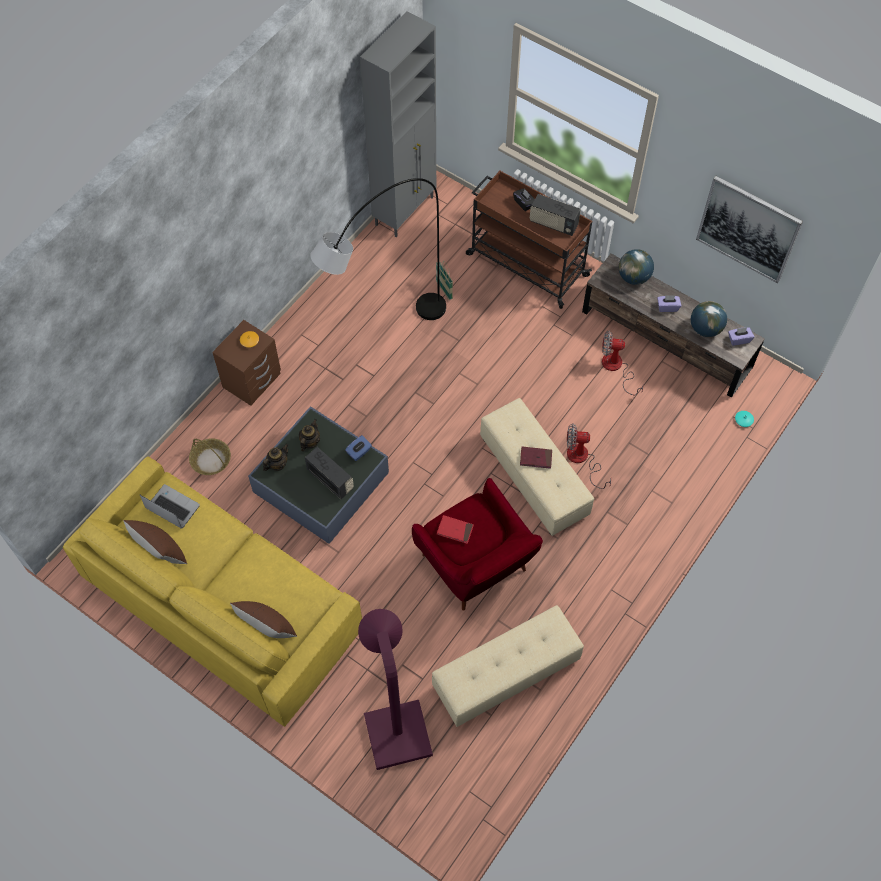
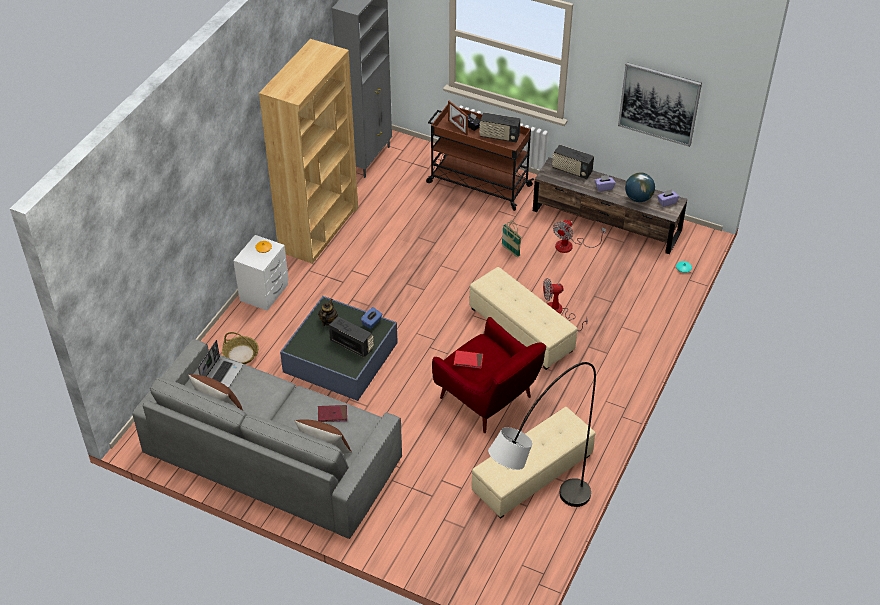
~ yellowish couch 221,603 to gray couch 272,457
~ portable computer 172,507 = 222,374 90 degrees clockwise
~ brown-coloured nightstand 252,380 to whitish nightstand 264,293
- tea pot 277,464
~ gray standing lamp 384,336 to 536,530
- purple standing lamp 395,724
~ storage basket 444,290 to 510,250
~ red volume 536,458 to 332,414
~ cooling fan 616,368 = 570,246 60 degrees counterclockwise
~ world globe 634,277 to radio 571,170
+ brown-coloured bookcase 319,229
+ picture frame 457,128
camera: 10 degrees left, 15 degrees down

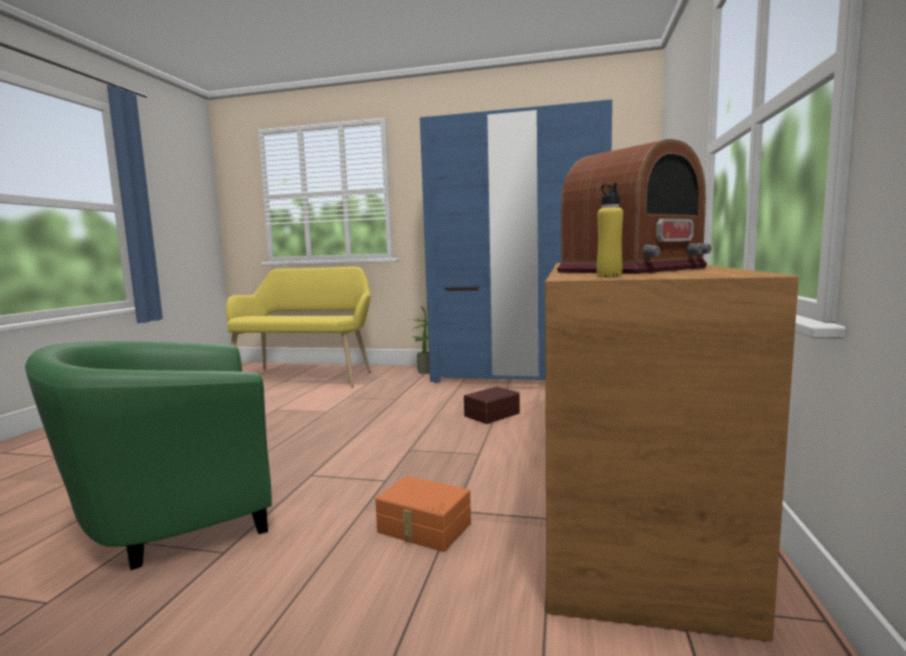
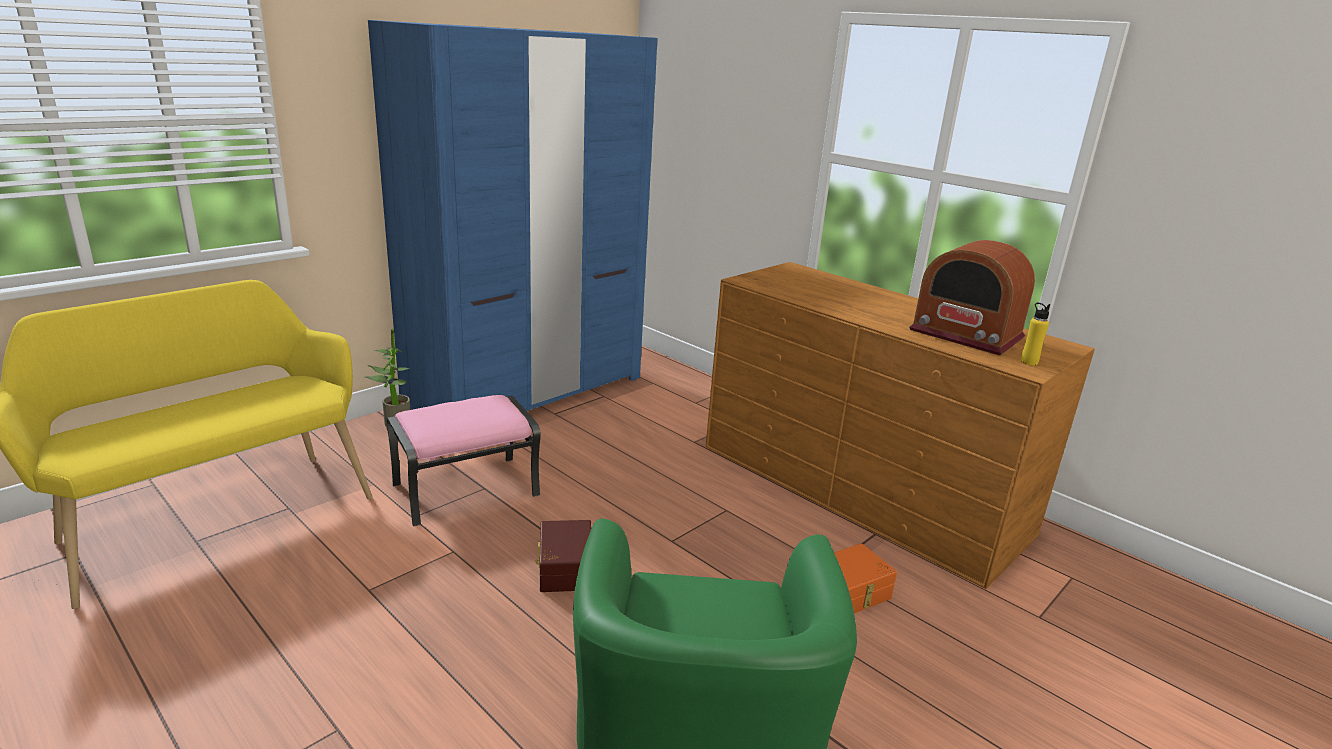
~ brown-coloured storage bin 491,414 to 564,568
~ radio 633,270 = 966,334 135 degrees clockwise
+ pinkish pouffe 467,489
camera: 60 degrees left, 15 degrees up

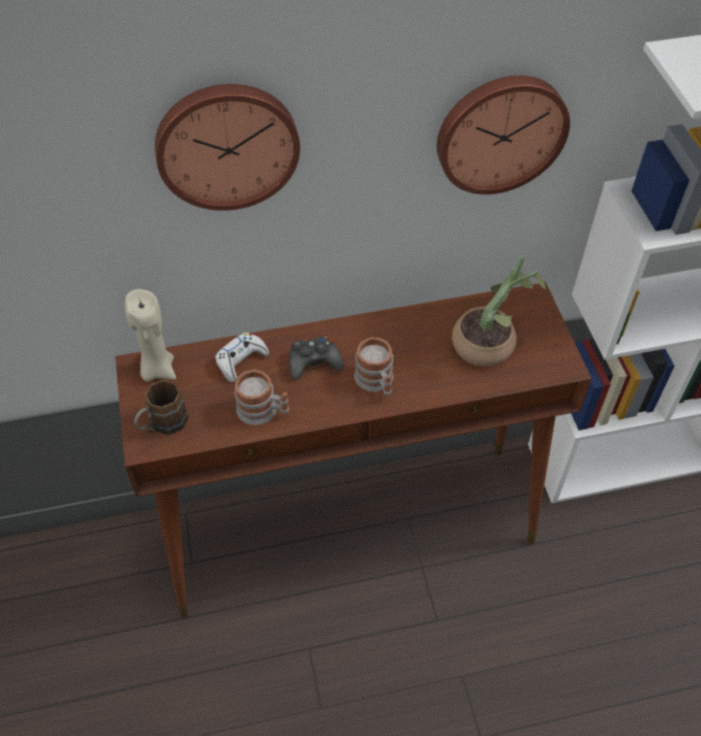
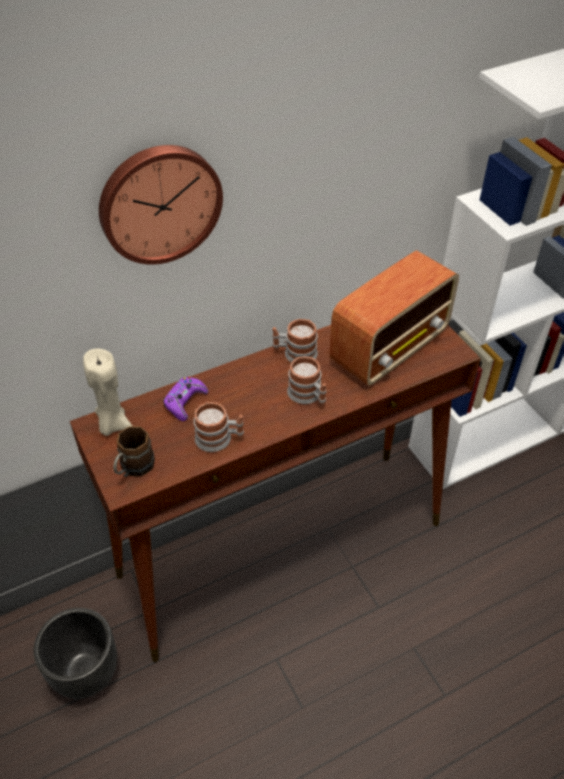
~ whitish joypad 241,360 to purple joypad 185,402
- blackish joypad 314,362
- wall clock 500,132
~ potted plant 490,343 to radio 390,347
+ blackish flower pot 85,673
+ coffee mug 295,353
camera: 15 degrees left, 5 degrees down

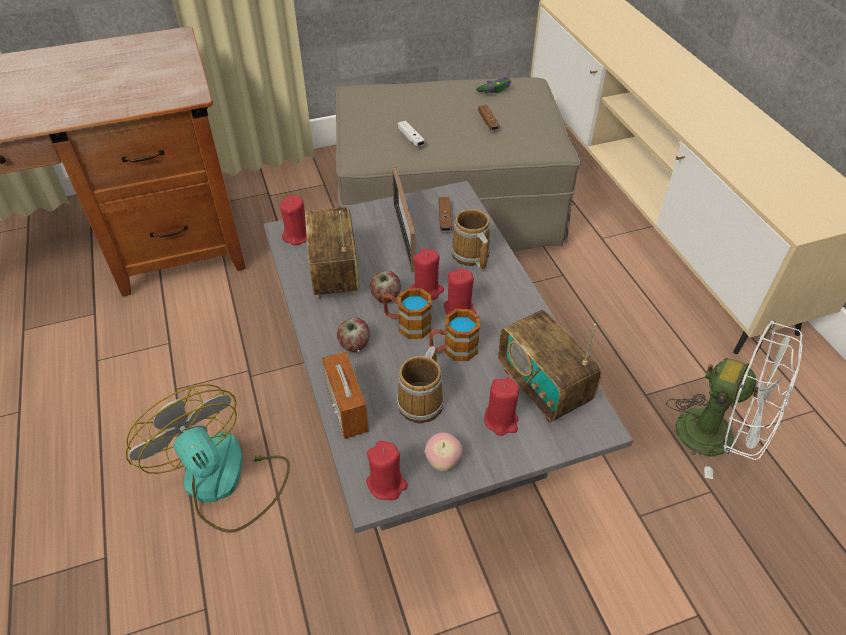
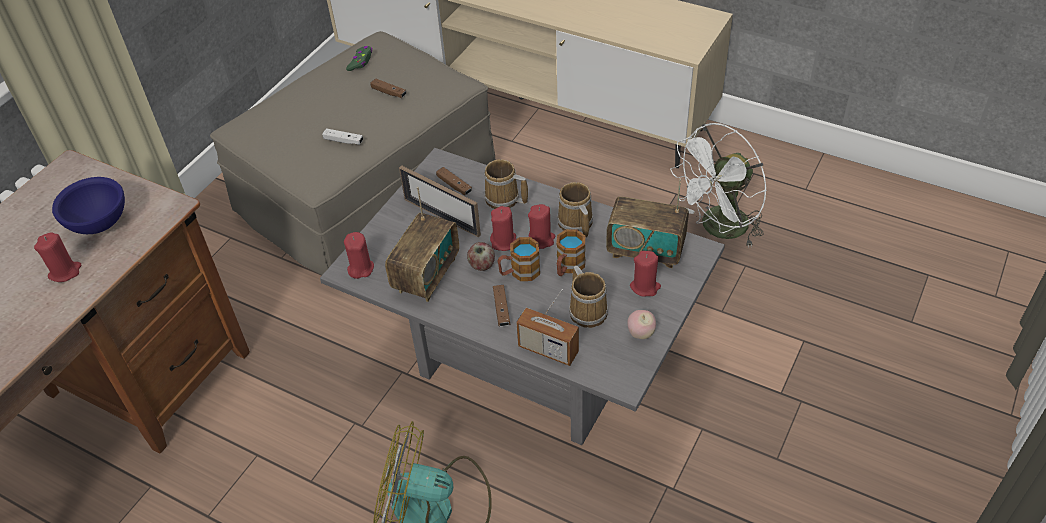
~ radio 335,274 = 426,275 105 degrees counterclockwise
~ whole apple 354,345 to brown-coloured joypad 501,309
~ red wax light 386,484 to 65,272
~ whitish cooling fan 718,437 = 718,230 150 degrees clockwise
+ blue-coloured serving bowl 98,224
+ coffee mug 575,224
camera: 40 degrees left, 0 degrees up

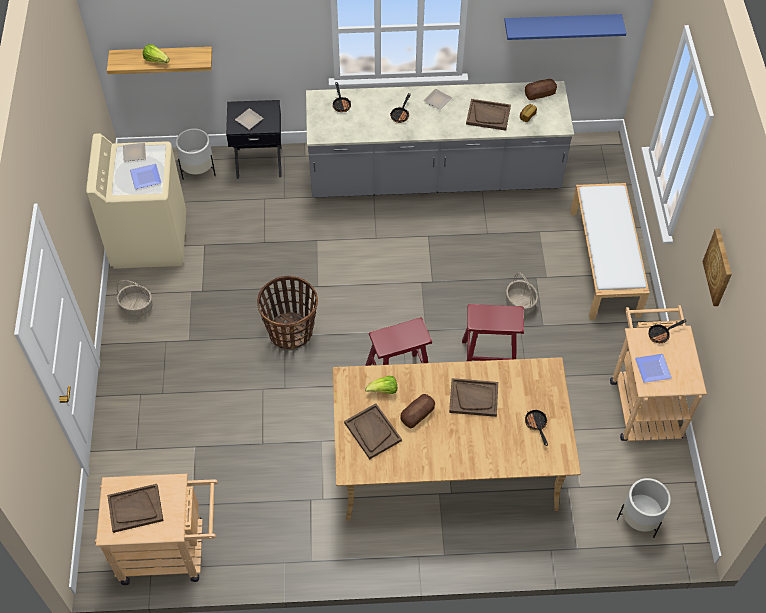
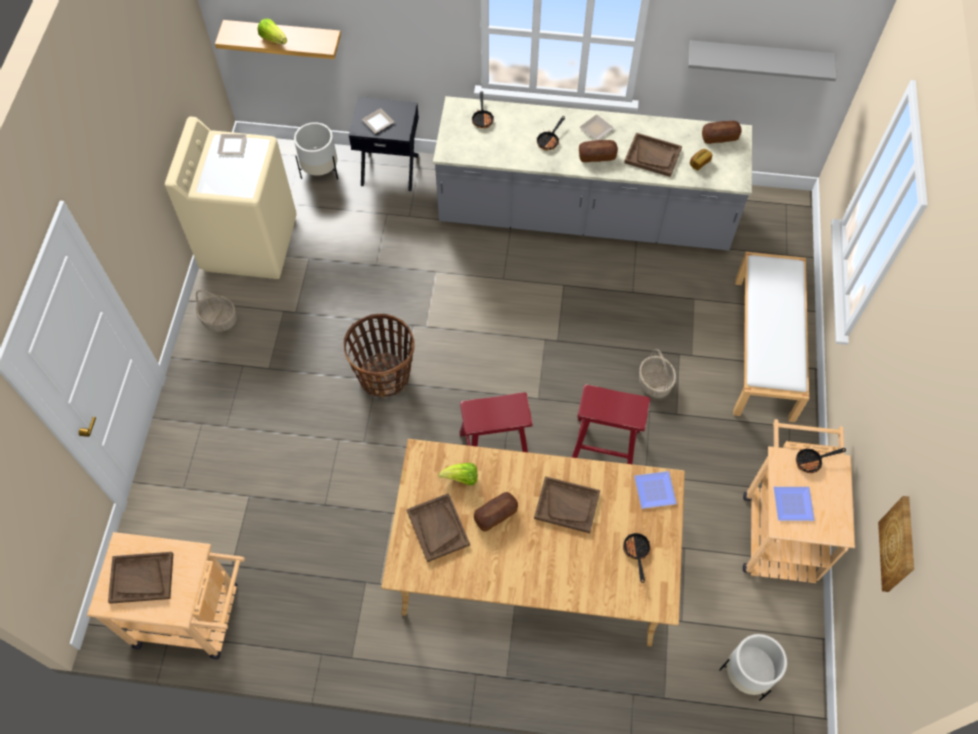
~ plate 144,177 to 653,489
~ blue-coloured shelf 561,26 to gray shelf 758,59
~ picture 719,267 to 899,545
+ baked bread 597,156
camera: 10 degrees right, 5 degrees up

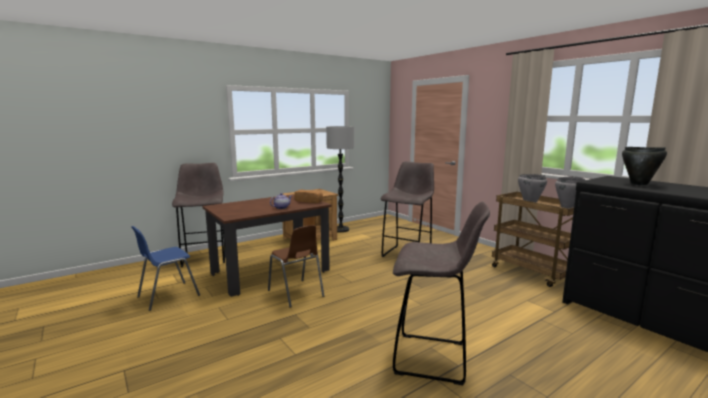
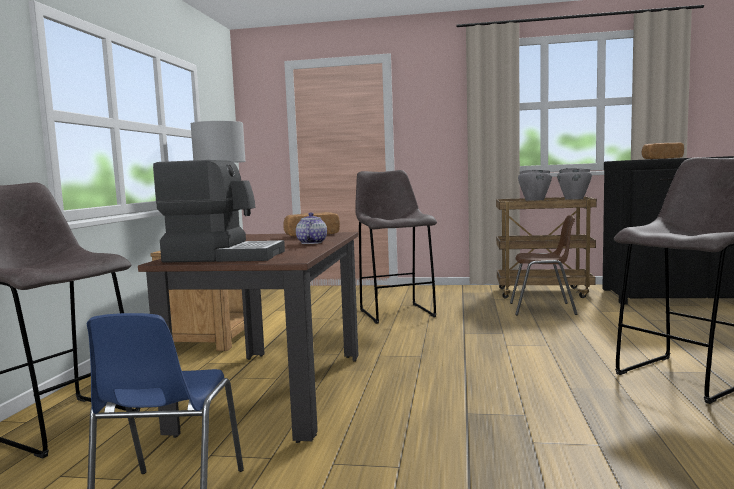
~ brown-coloured chair 296,293 to 543,309
~ blackish cooking pot 639,184 to baked bread 661,158
+ coffee machine 224,256
camera: 45 degrees left, 5 degrees down

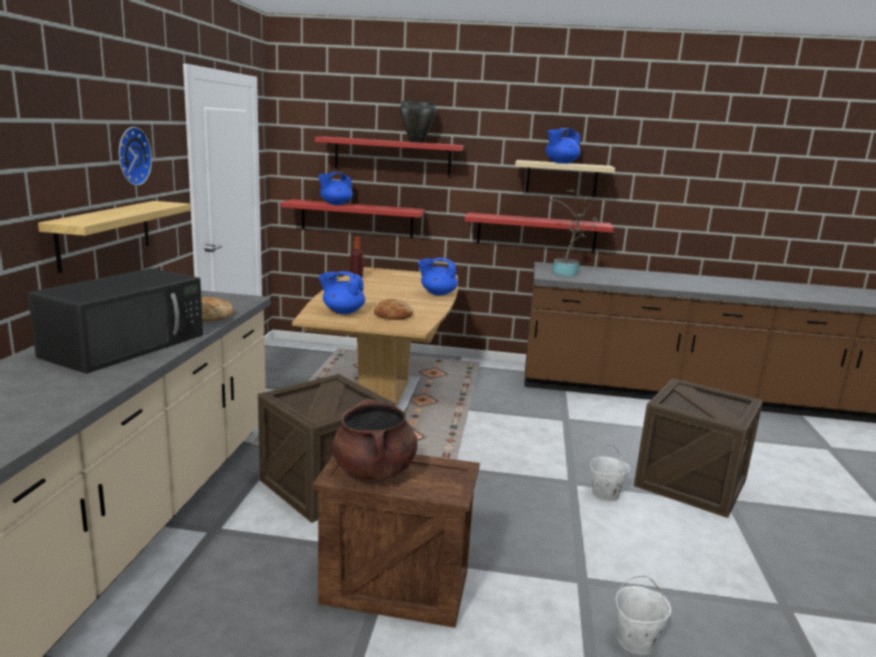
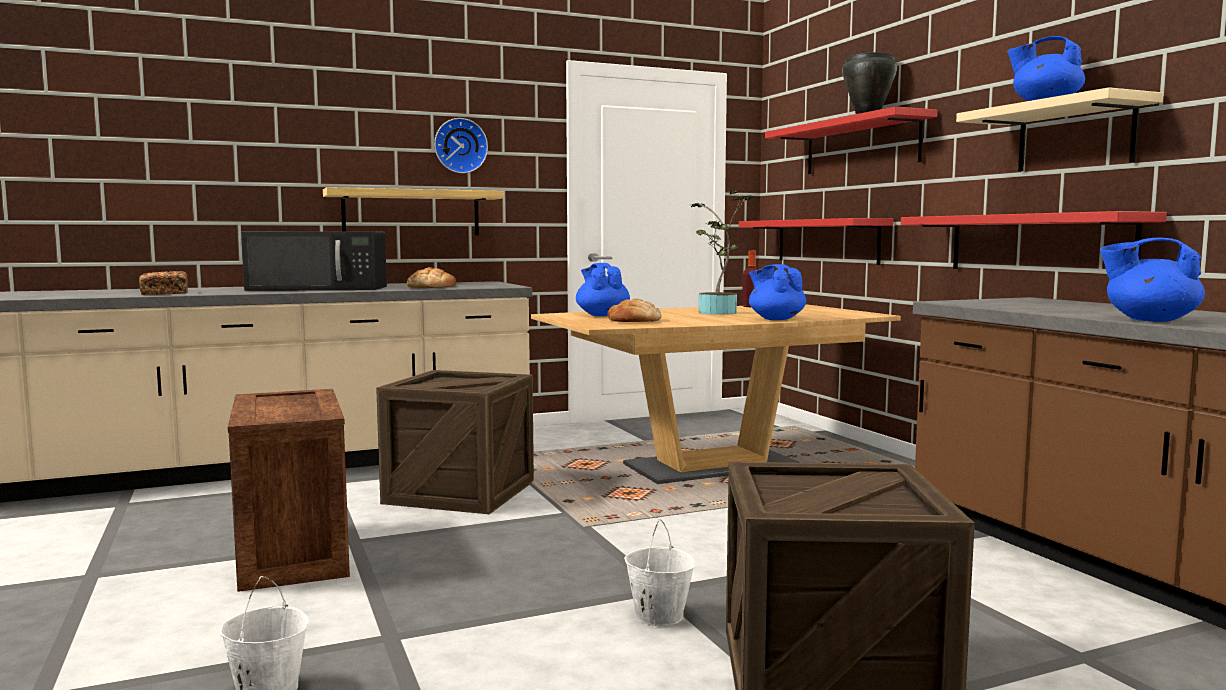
~ blue-coloured tea pot 335,204 to 1149,320
- brown-coloured cooking pot 374,471
~ potted plant 568,274 to 717,313
+ baked bread 164,293
camera: 60 degrees right, 10 degrees down

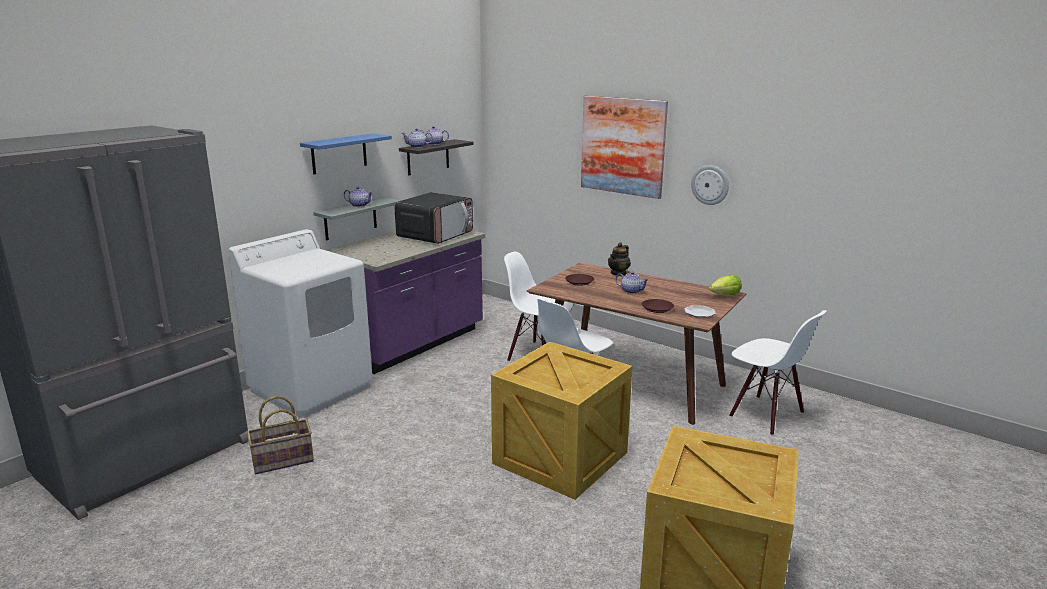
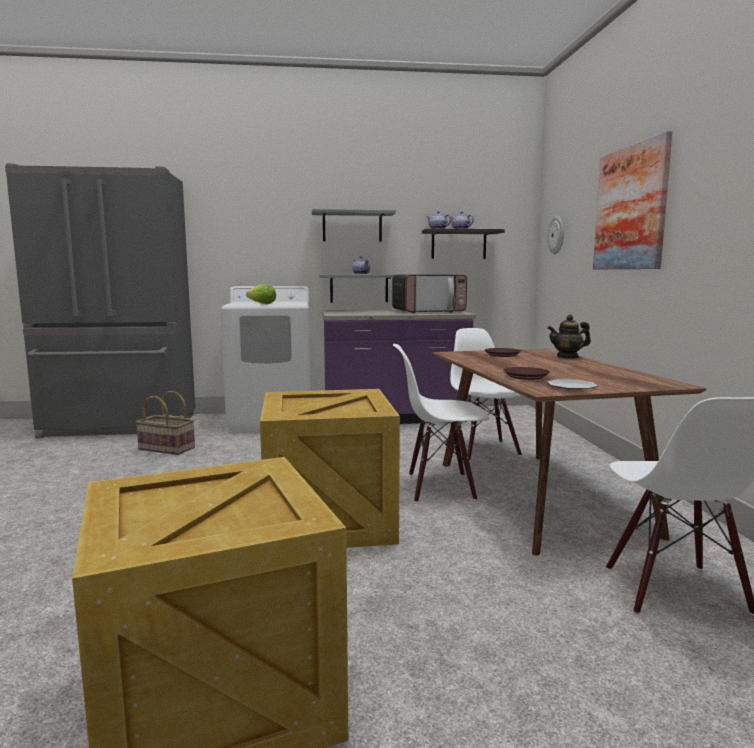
~ blue-coloured shelf 339,153 to gray shelf 352,226
- tea pot 631,291
~ wall clock 710,184 to 556,235
~ head of lettuce 725,295 to 262,304
camera: 45 degrees right, 10 degrees down

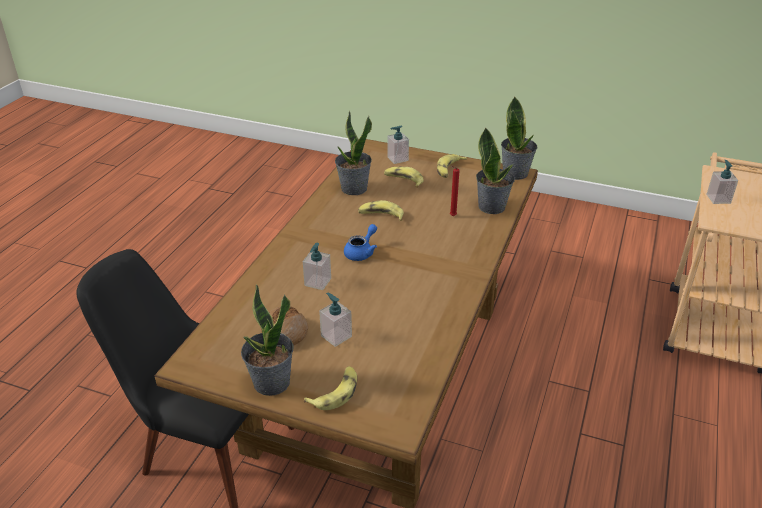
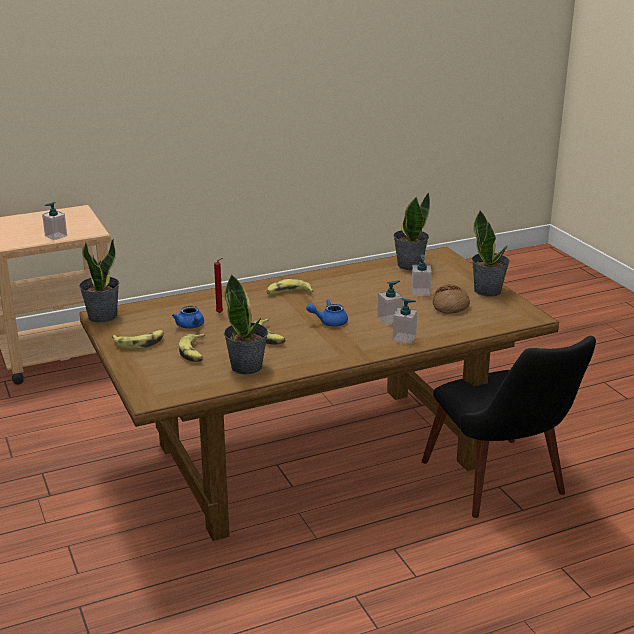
~ whole banana 335,392 to 288,293
~ liquid soap bottle 397,159 to 404,338
~ potted plant 492,206 to 409,265
+ blue-coloured tea pot 191,326
camera: 135 degrees left, 10 degrees down

